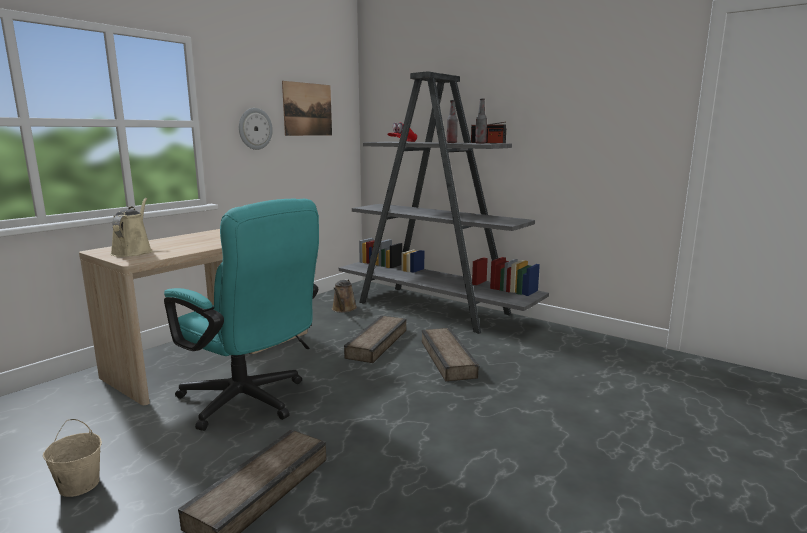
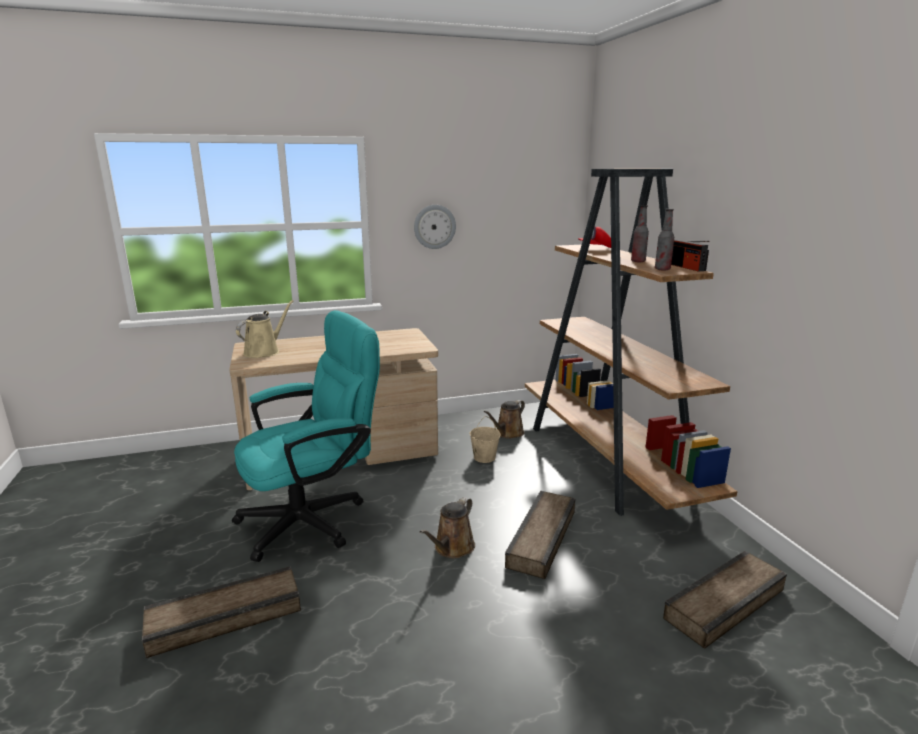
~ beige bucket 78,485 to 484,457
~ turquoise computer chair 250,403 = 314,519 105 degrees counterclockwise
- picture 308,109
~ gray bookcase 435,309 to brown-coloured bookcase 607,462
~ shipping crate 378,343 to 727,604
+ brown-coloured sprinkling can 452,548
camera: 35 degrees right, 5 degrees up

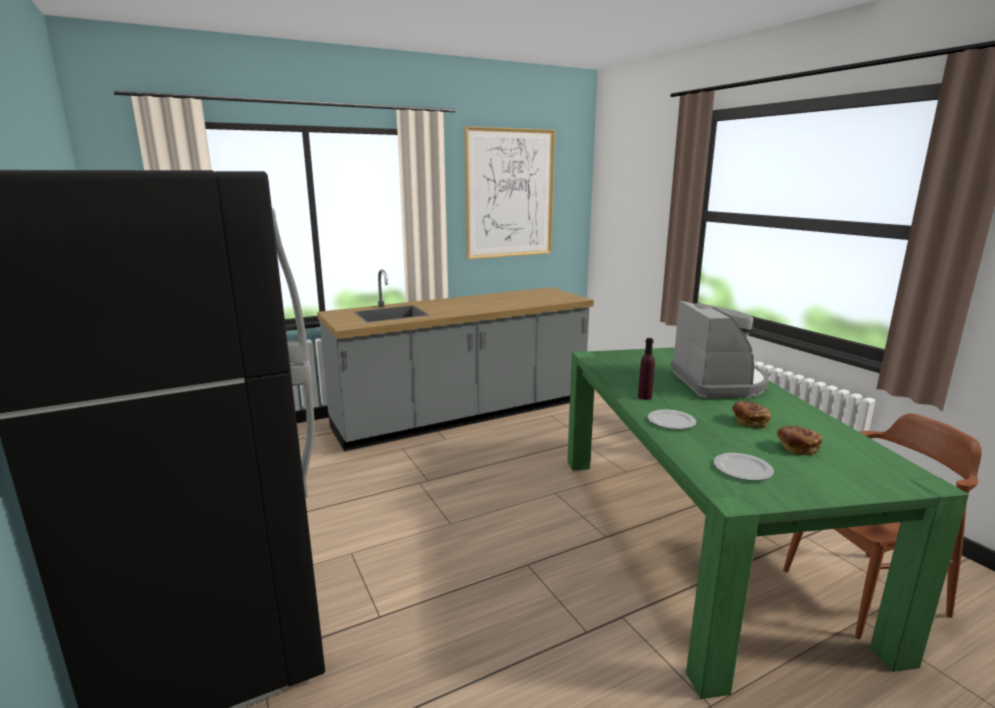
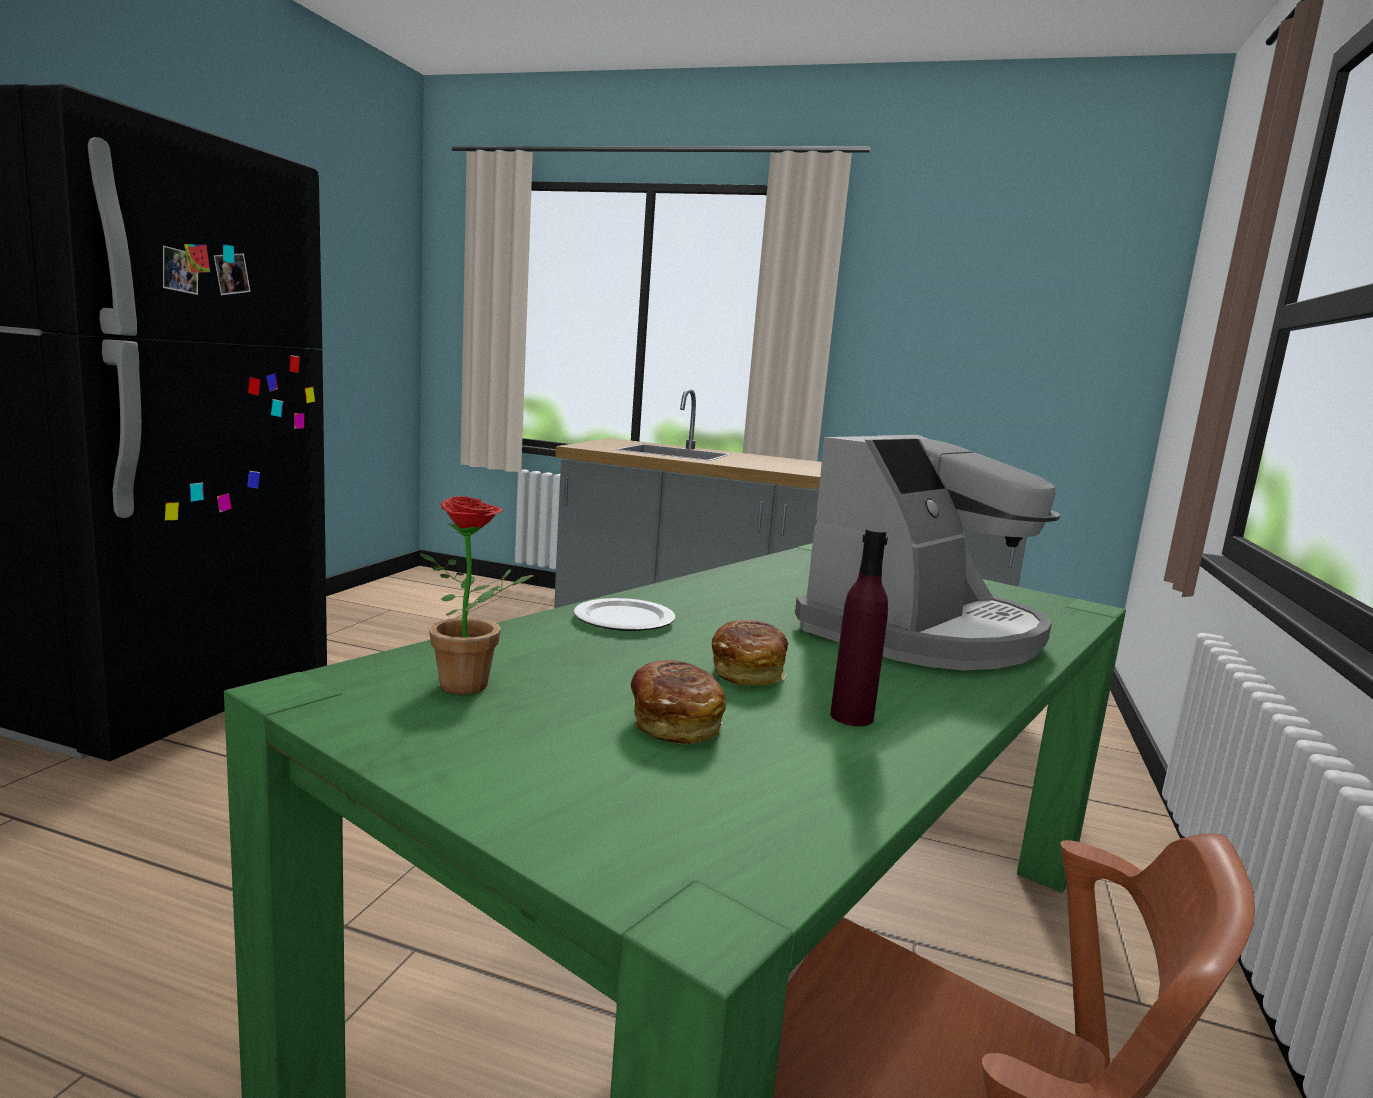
- picture 510,194
~ purple drink bottle 644,397 to 851,717
~ plate 743,469 to potted plant 474,686
camera: 45 degrees right, 5 degrees down

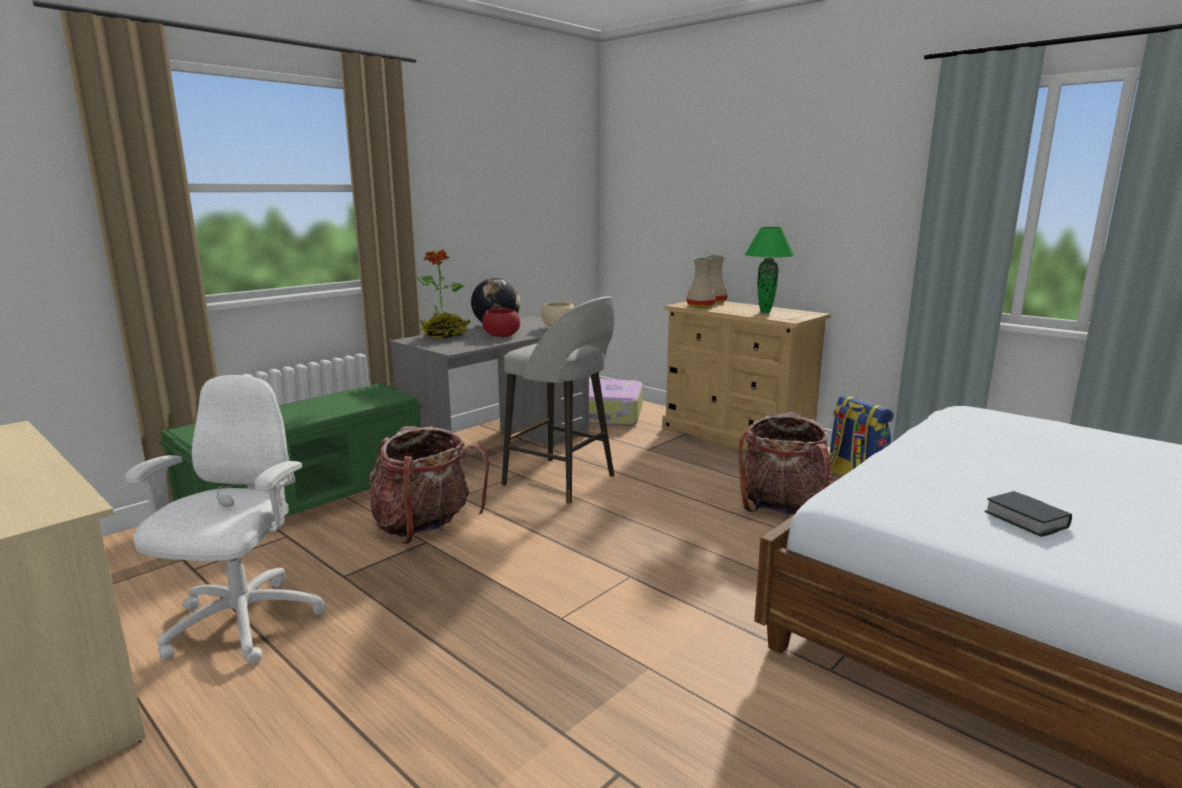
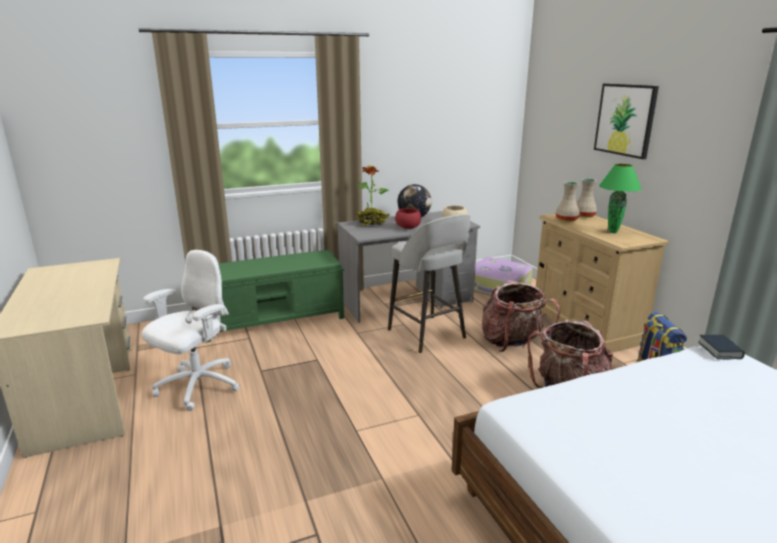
~ backpack 425,527 to 512,343
~ volume 1026,520 to 719,350
+ picture 625,120
camera: 25 degrees right, 5 degrees up

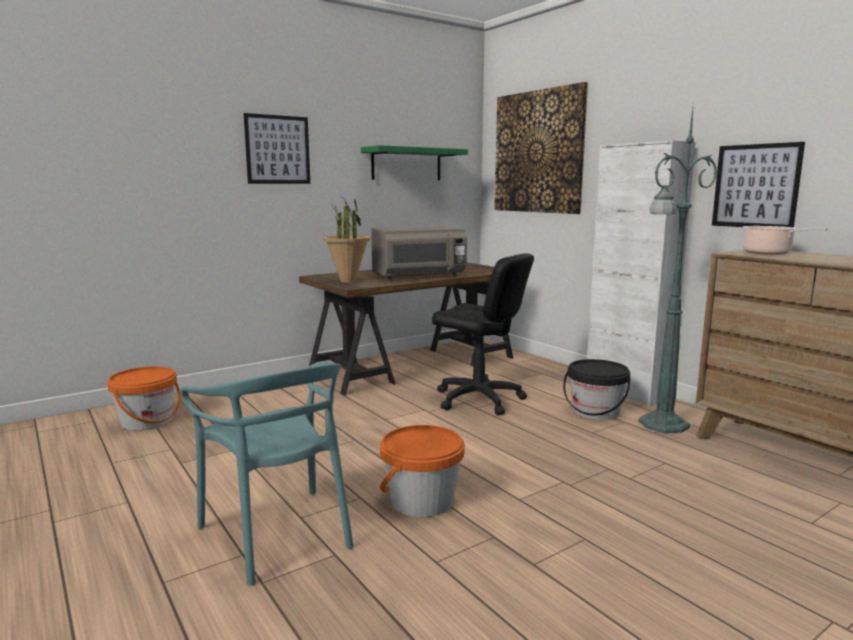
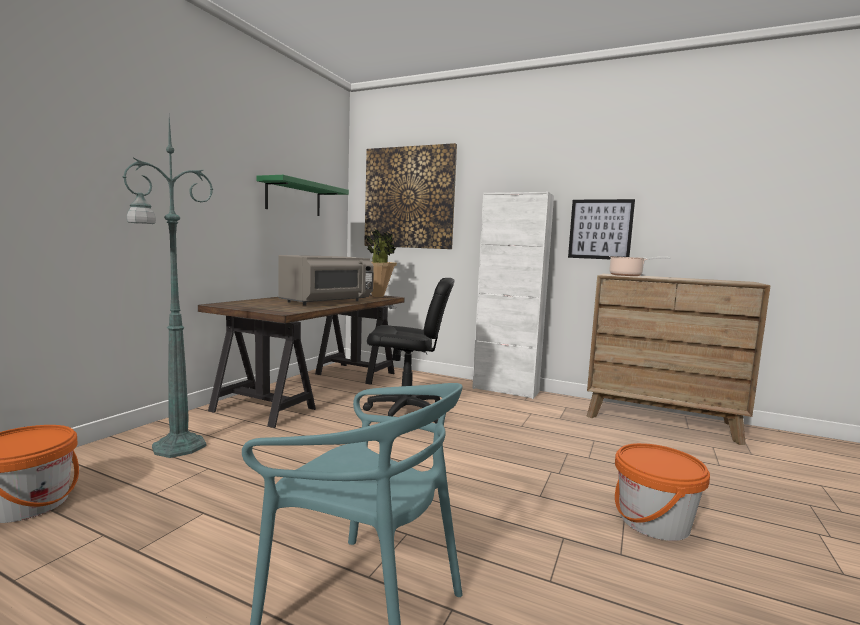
- picture 277,149
~ potted plant 348,281 to 378,296
~ orange-coloured bucket 422,501 to 654,521
- blackish bucket 595,412
~ green-coloured standing lamp 661,424 to 176,447
camera: 30 degrees left, 5 degrees down

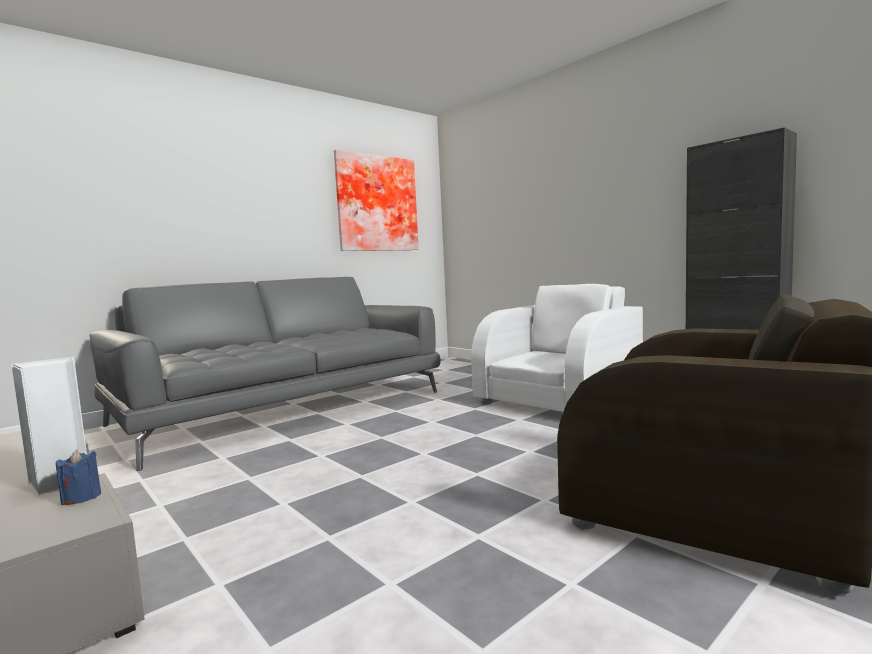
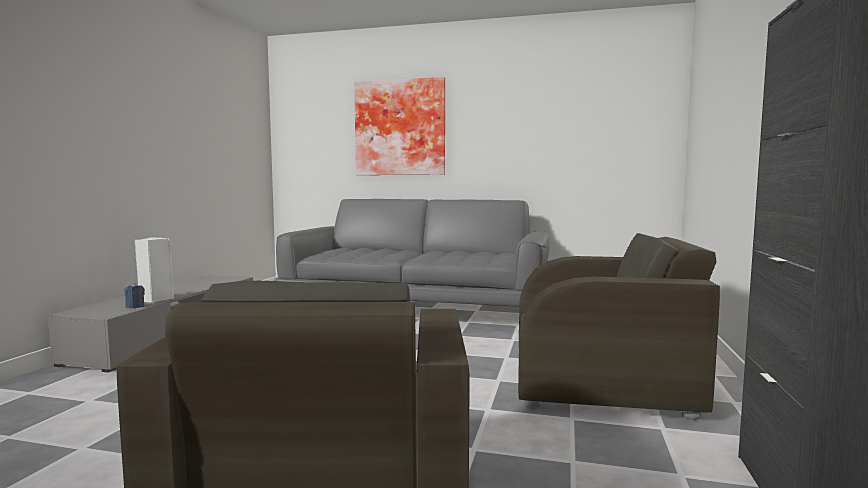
~ picture 376,204 to 400,128
~ whitish easy chair 559,399 to brown-coloured easy chair 600,383
camera: 55 degrees right, 0 degrees up

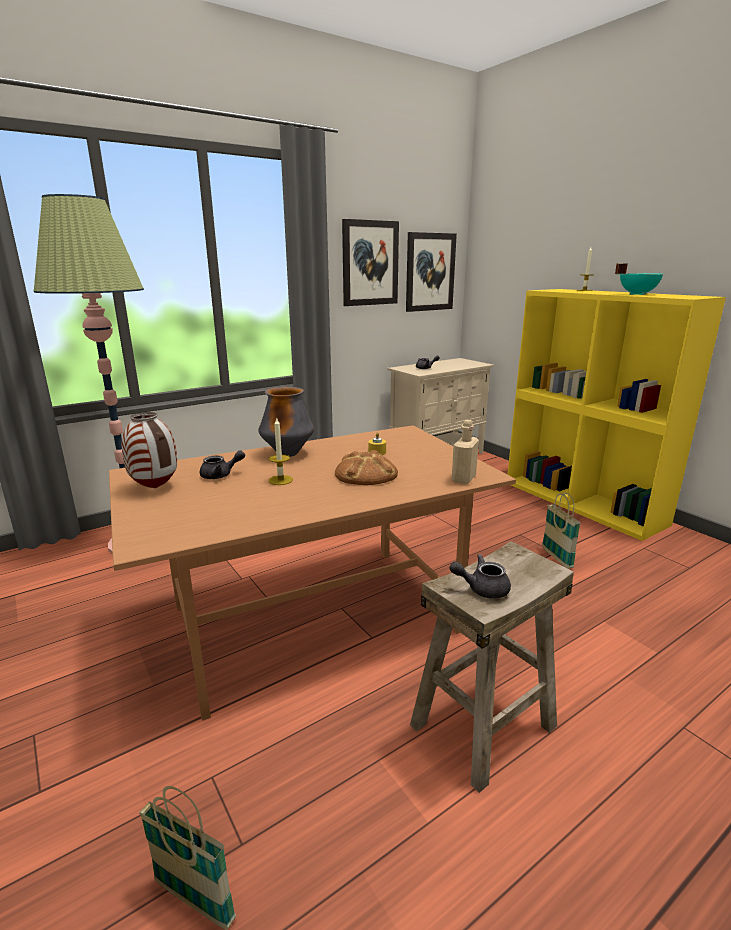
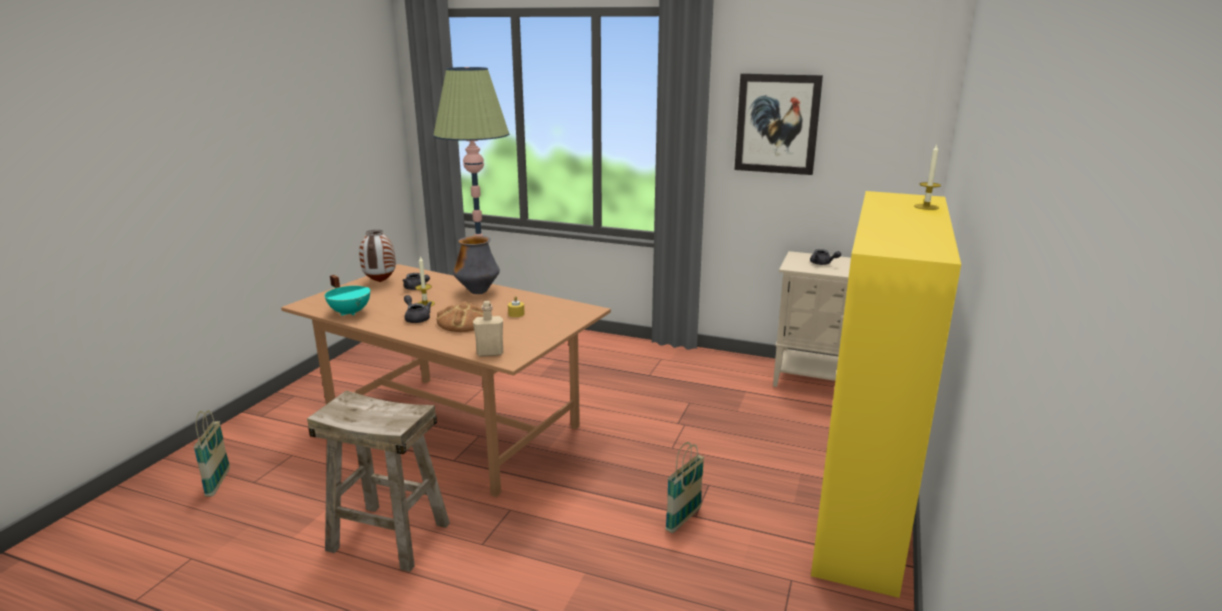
- picture 430,272
~ gray tea pot 482,588 to 416,318
~ turquoise cooking pot 636,294 to 351,312
camera: 55 degrees right, 0 degrees up

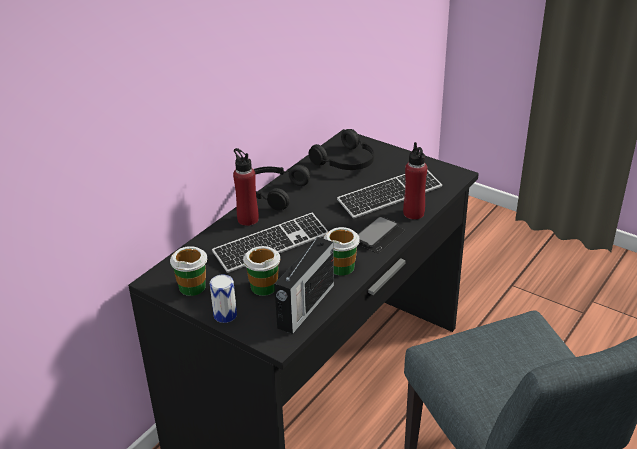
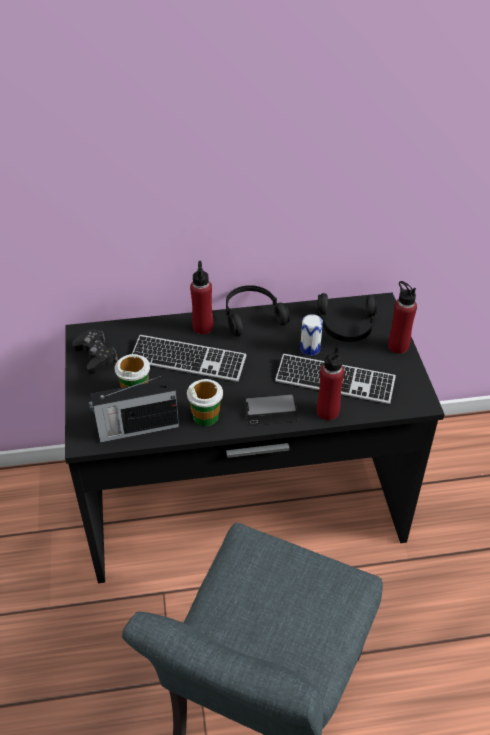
~ drinking cup 192,287 to blackish joypad 95,356
~ metal can 225,315 to 310,348
+ red drink bottle 398,346
camera: 45 degrees right, 10 degrees up

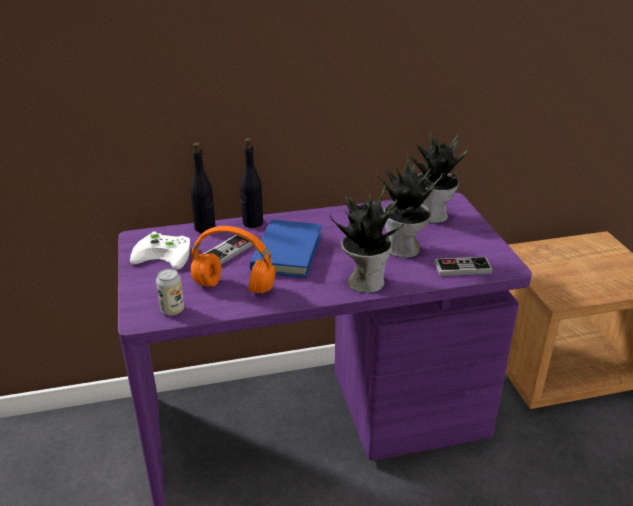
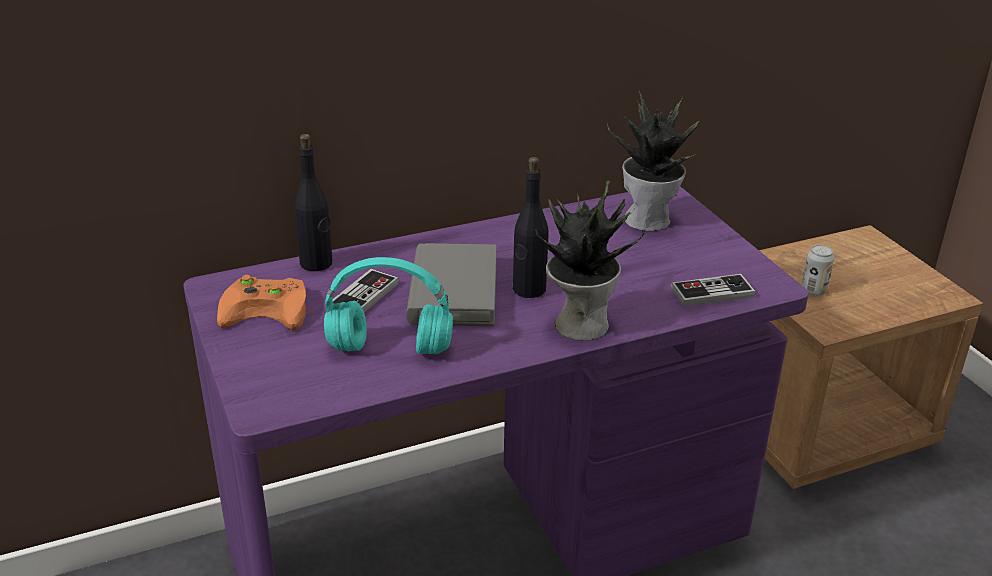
~ whitish joypad 166,254 to orange-coloured joypad 269,308
~ metal can 172,310 to 813,290
~ orange-coloured headset 235,287 to turquoise headset 392,348
~ blackish drink bottle 252,223 to 529,289
~ blue-coloured volume 287,252 to gray volume 453,291
- potted plant 404,249
camera: 10 degrees left, 0 degrees up

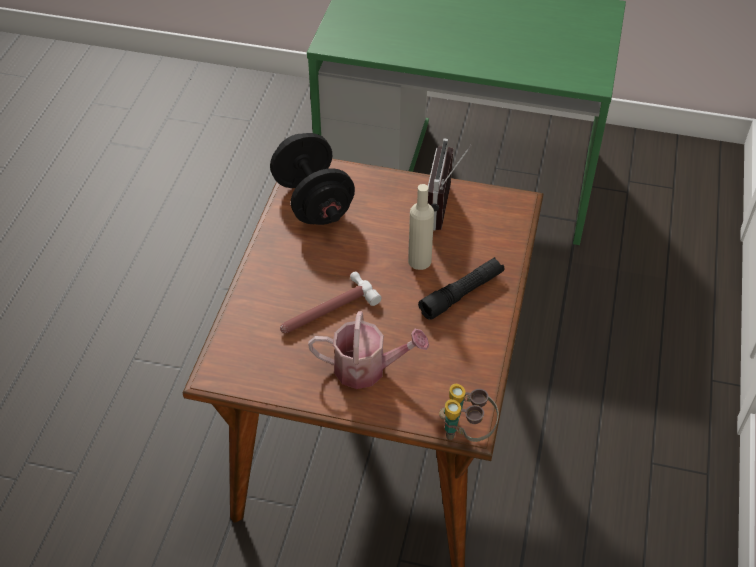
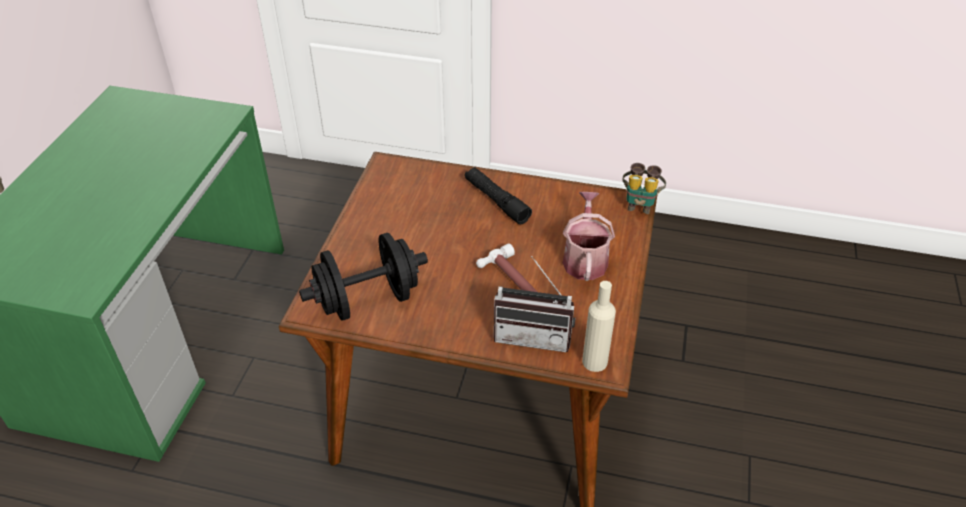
~ beige drink bottle 419,261 to 594,361
~ radio 446,209 to 534,335
camera: 90 degrees left, 5 degrees down

